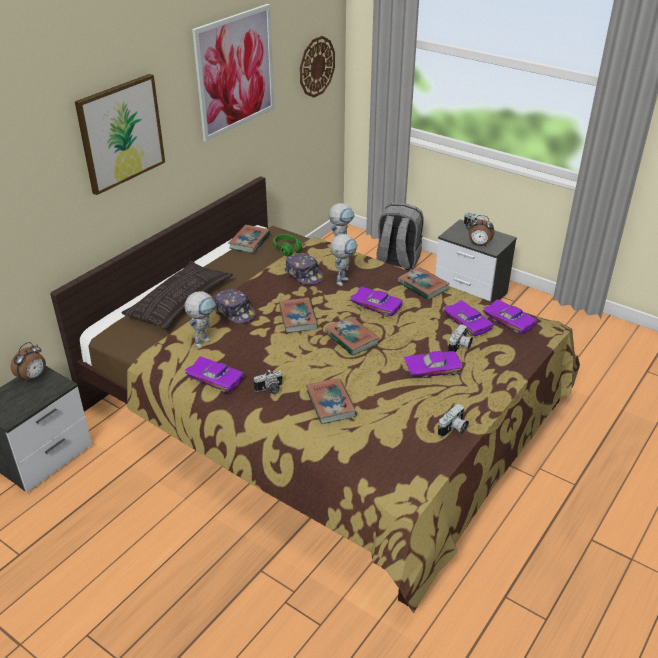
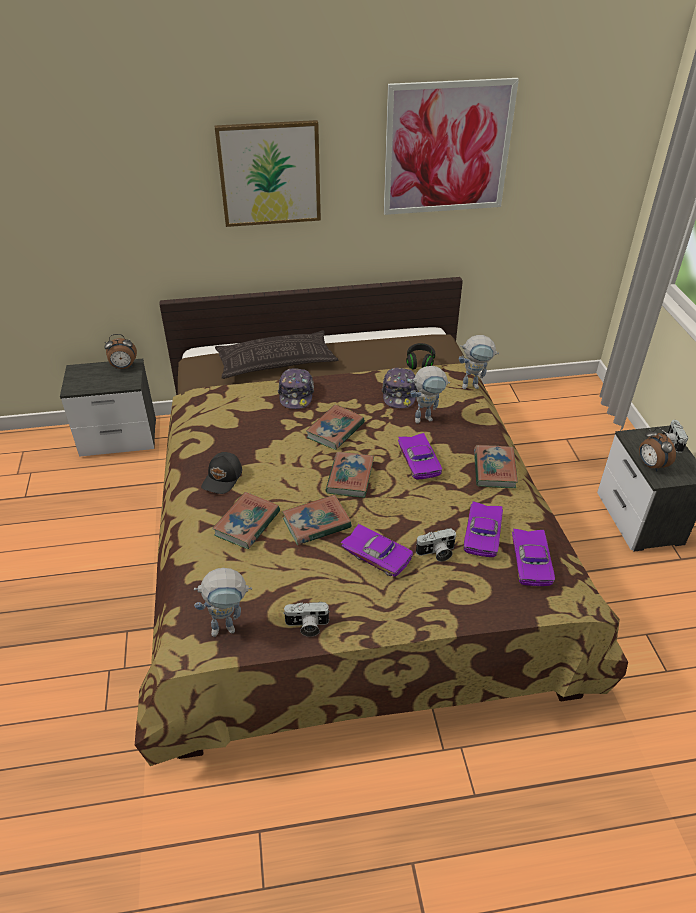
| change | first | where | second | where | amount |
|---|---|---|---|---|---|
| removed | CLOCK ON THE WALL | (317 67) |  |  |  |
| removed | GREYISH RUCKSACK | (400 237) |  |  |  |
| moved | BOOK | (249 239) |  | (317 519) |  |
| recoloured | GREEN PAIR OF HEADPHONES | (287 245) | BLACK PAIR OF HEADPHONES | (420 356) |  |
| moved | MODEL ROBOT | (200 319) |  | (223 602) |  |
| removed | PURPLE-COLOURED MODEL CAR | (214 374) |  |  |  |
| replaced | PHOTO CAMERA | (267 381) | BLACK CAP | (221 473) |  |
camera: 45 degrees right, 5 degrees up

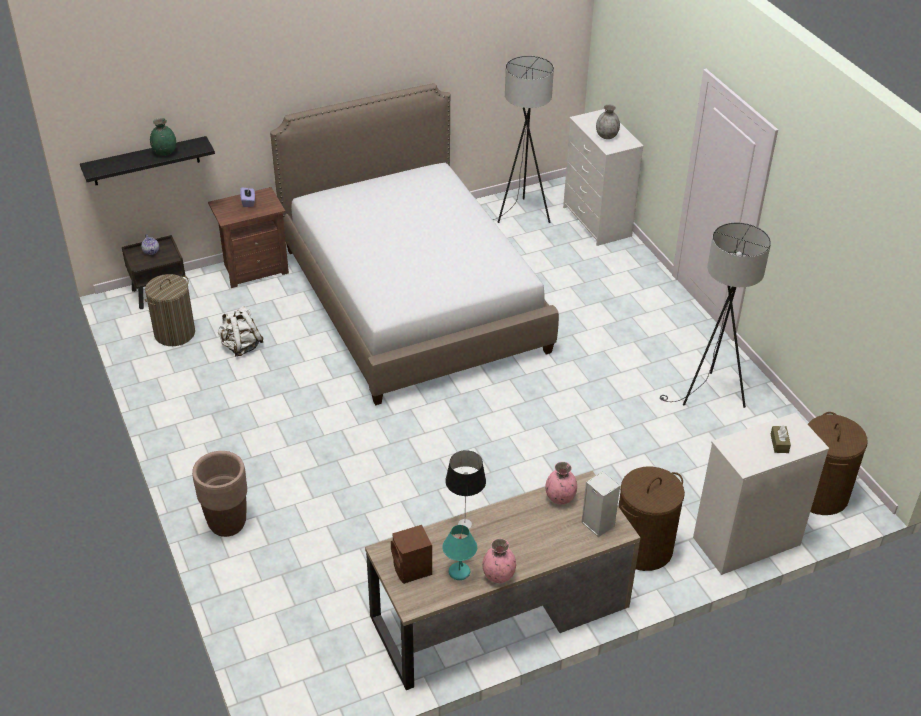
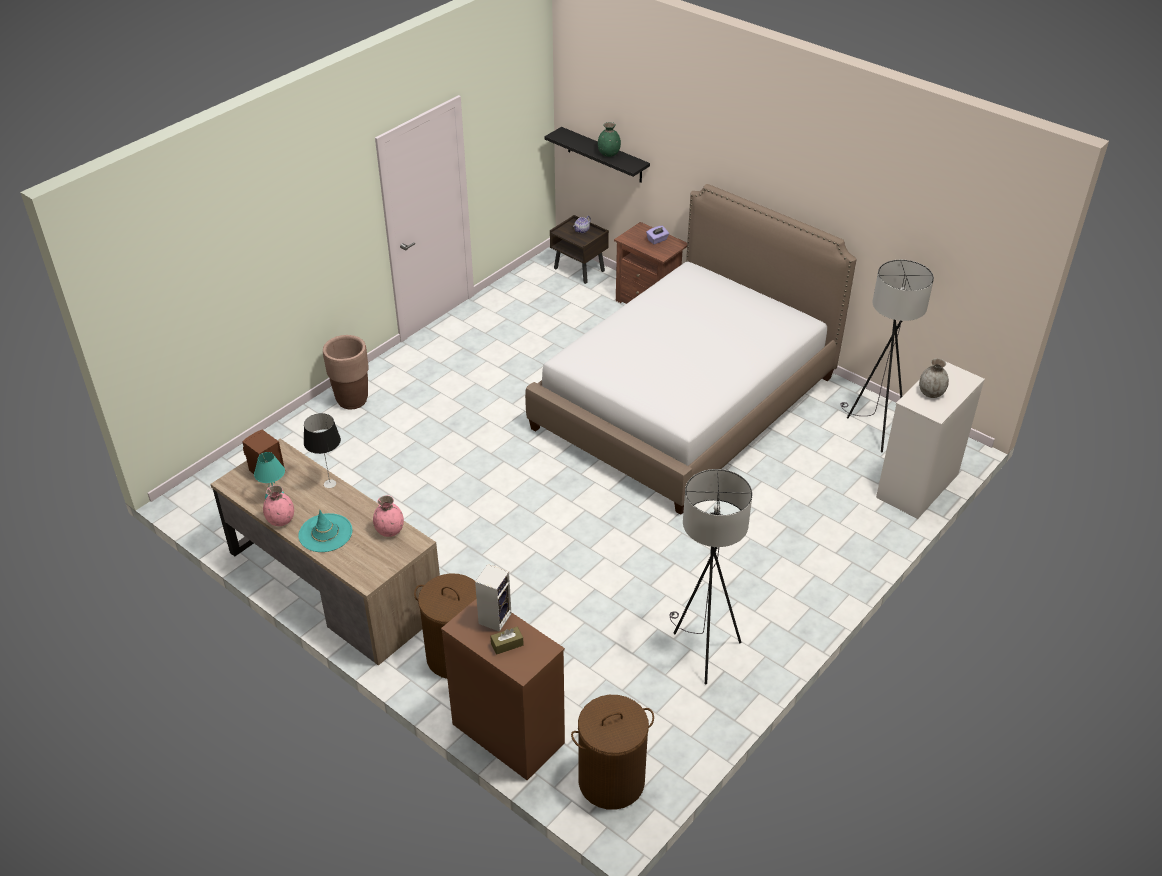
| change | first | where | second | where | amount |
|---|---|---|---|---|---|
| removed | LAUNDRY BASKET | (170 310) |  |  |  |
| removed | WHITISH RUCKSACK | (240 331) |  |  |  |
| recoloured | WHITISH DRAWER CHEST | (761 493) | BROWN-COLOURED DRAWER CHEST | (503 689) |  |
| moved | LOUDSPEAKER | (600 504) |  | (493 598) |  |
| added |  |  | BLUE-GREEN WEARABLE HAT | (325 531) |  |
camera: 65 degrees right, 0 degrees up

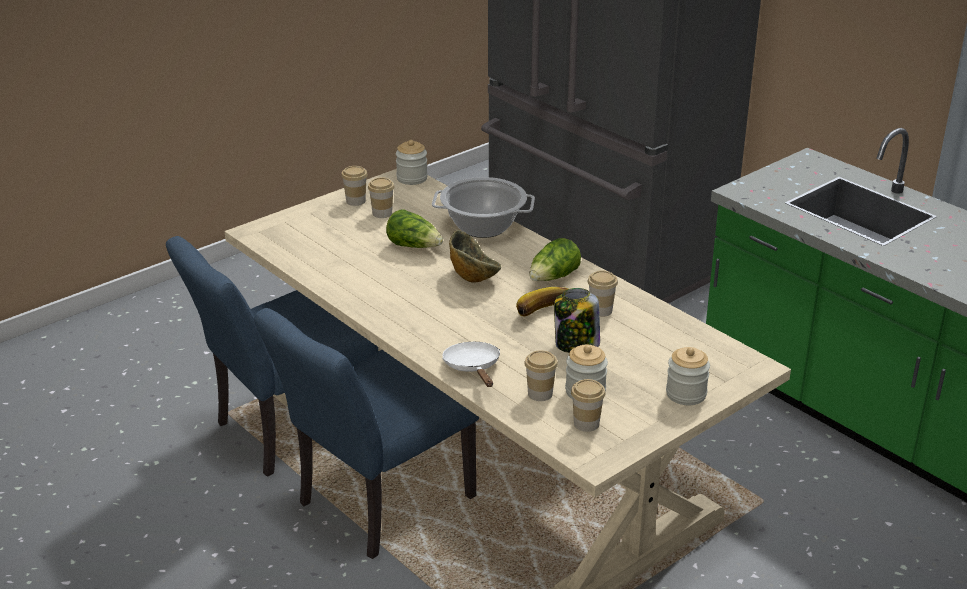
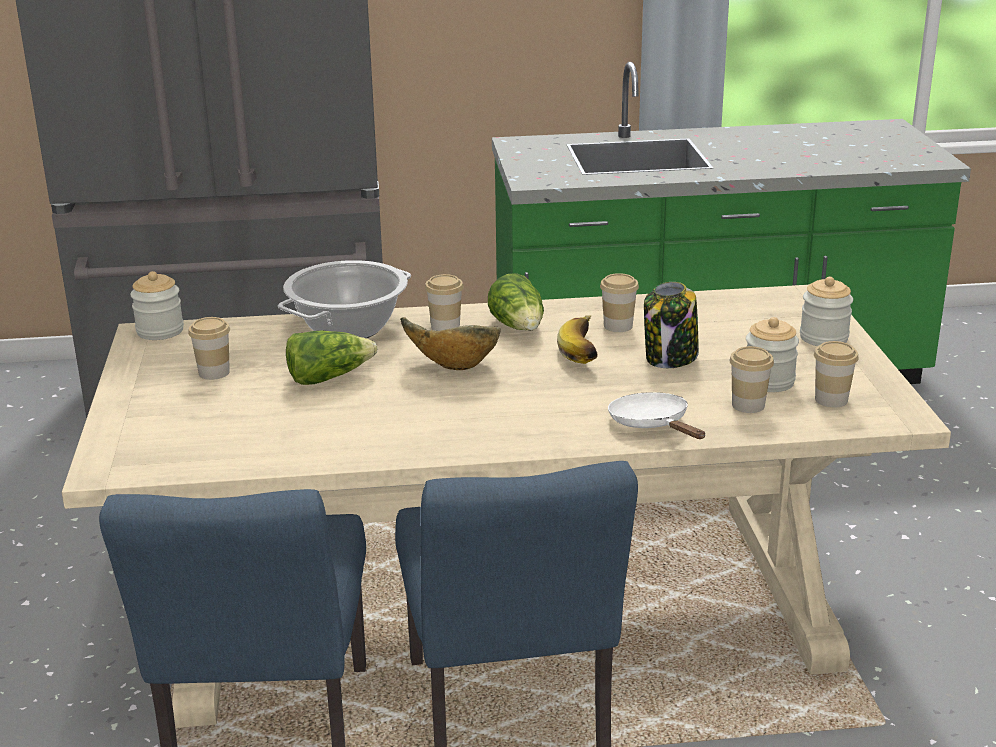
| change | first | where | second | where | amount |
|---|---|---|---|---|---|
| moved | DRINKING CUP | (354 186) |  | (444 302) |  |
| turned | WHITISH SKILLET | (471 364) |  | (656 415) | 45 degrees clockwise |
camera: 55 degrees left, 5 degrees down

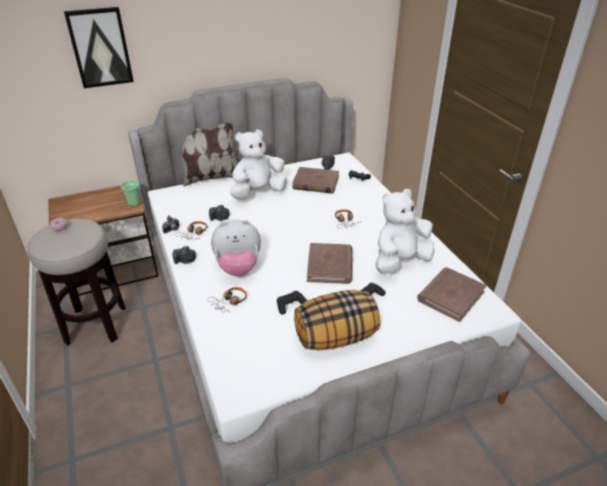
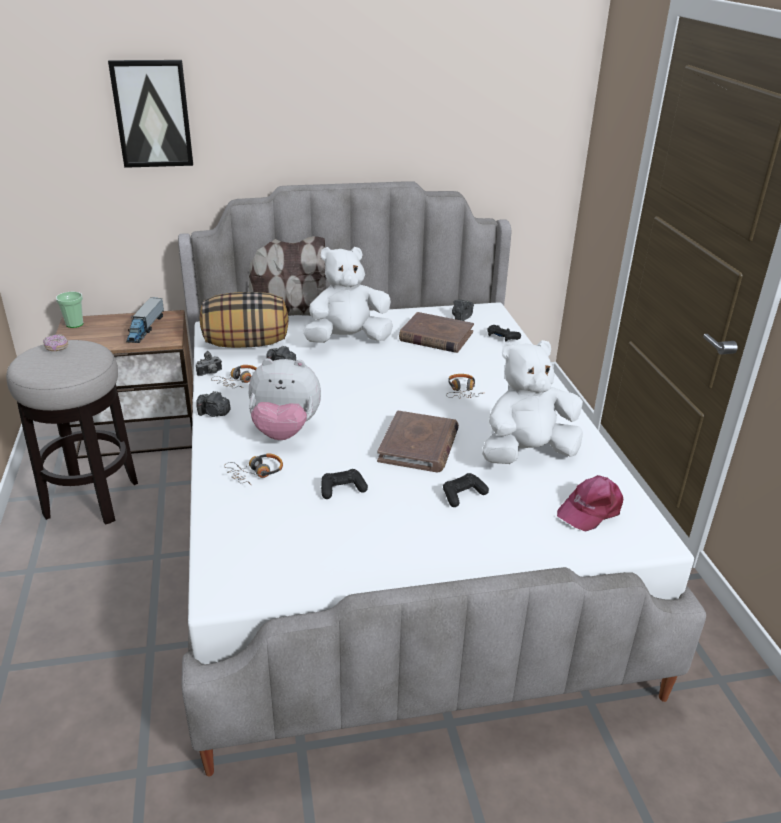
| change | first | where | second | where | amount |
|---|---|---|---|---|---|
| moved | DRINKING CUP | (130 193) |  | (70 310) |  |
| replaced | BROWN-COLOURED BOOK | (451 294) | PINKISH CAP | (590 503) |  |
| moved | CUSHION | (337 320) |  | (244 320) |  |
| added |  |  | MODEL TRUCK | (145 320) |  |
camera: 10 degrees right, 5 degrees down

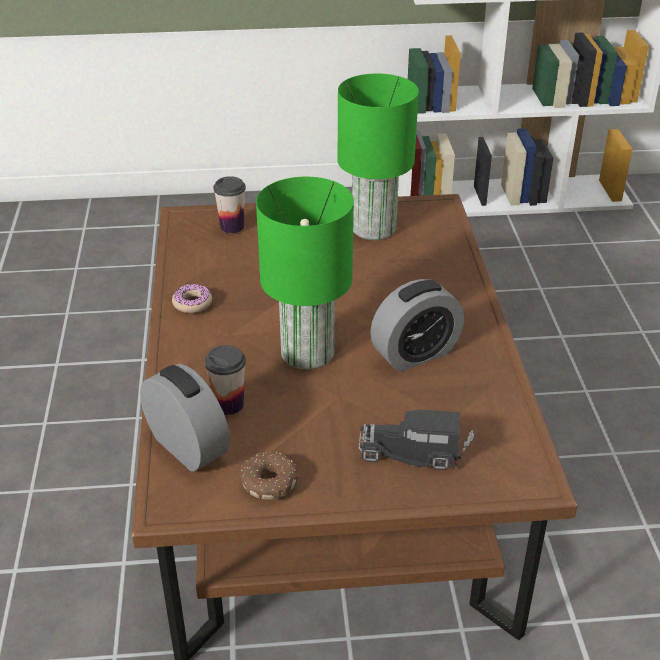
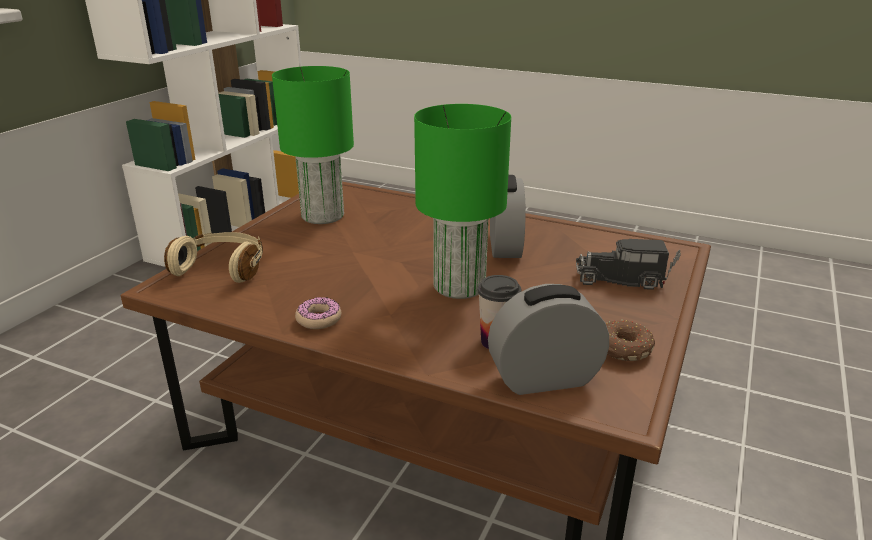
| change | first | where | second | where | amount |
|---|---|---|---|---|---|
| replaced | DRINKING CUP | (229 204) | BEIGE-COLOURED PAIR OF HEADPHONES | (213 257) |  |
| turned | MODEL TRUCK | (417 439) |  | (628 264) | 60 degrees clockwise |
camera: 60 degrees left, 10 degrees down

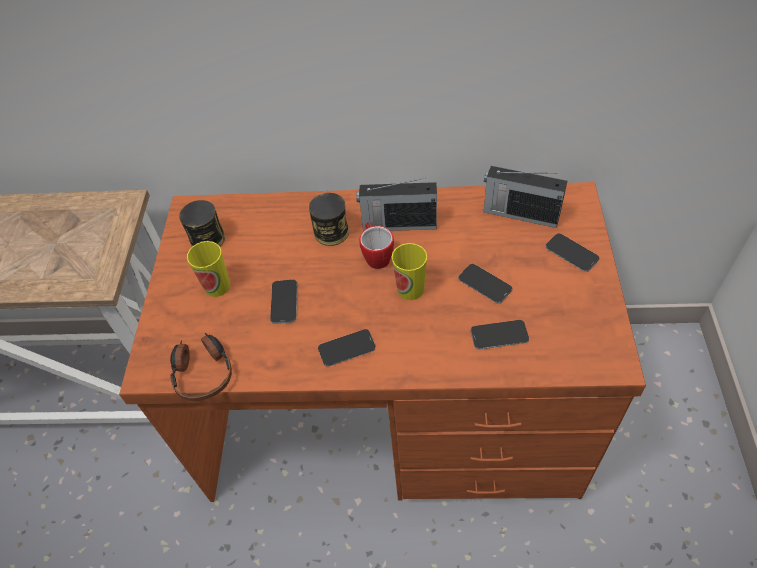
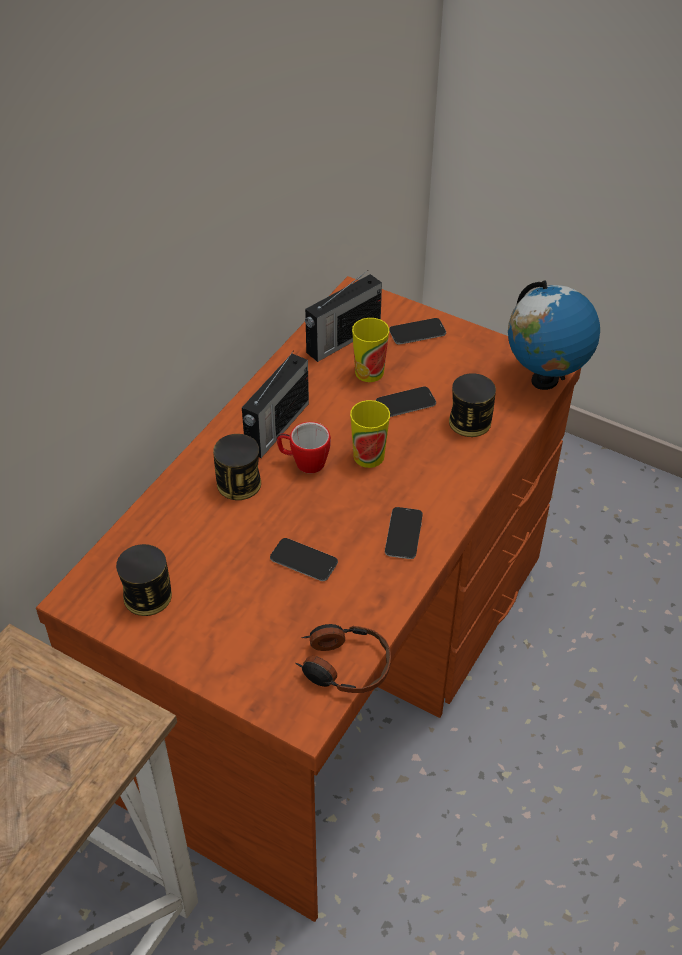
| change | first | where | second | where | amount |
|---|---|---|---|---|---|
| moved | DRINKING CUP | (208 269) |  | (370 350) |  |
| replaced | PHONE | (500 335) | SEALED CAN | (472 405) |  |
| added |  |  | DESK GLOBE | (554 335) |  |
camera: 65 degrees left, 5 degrees down

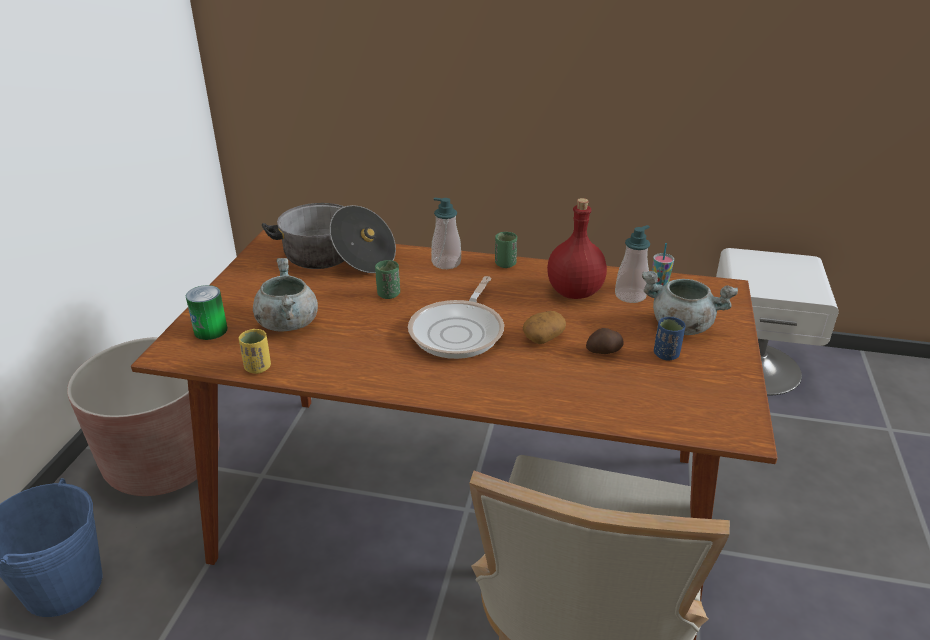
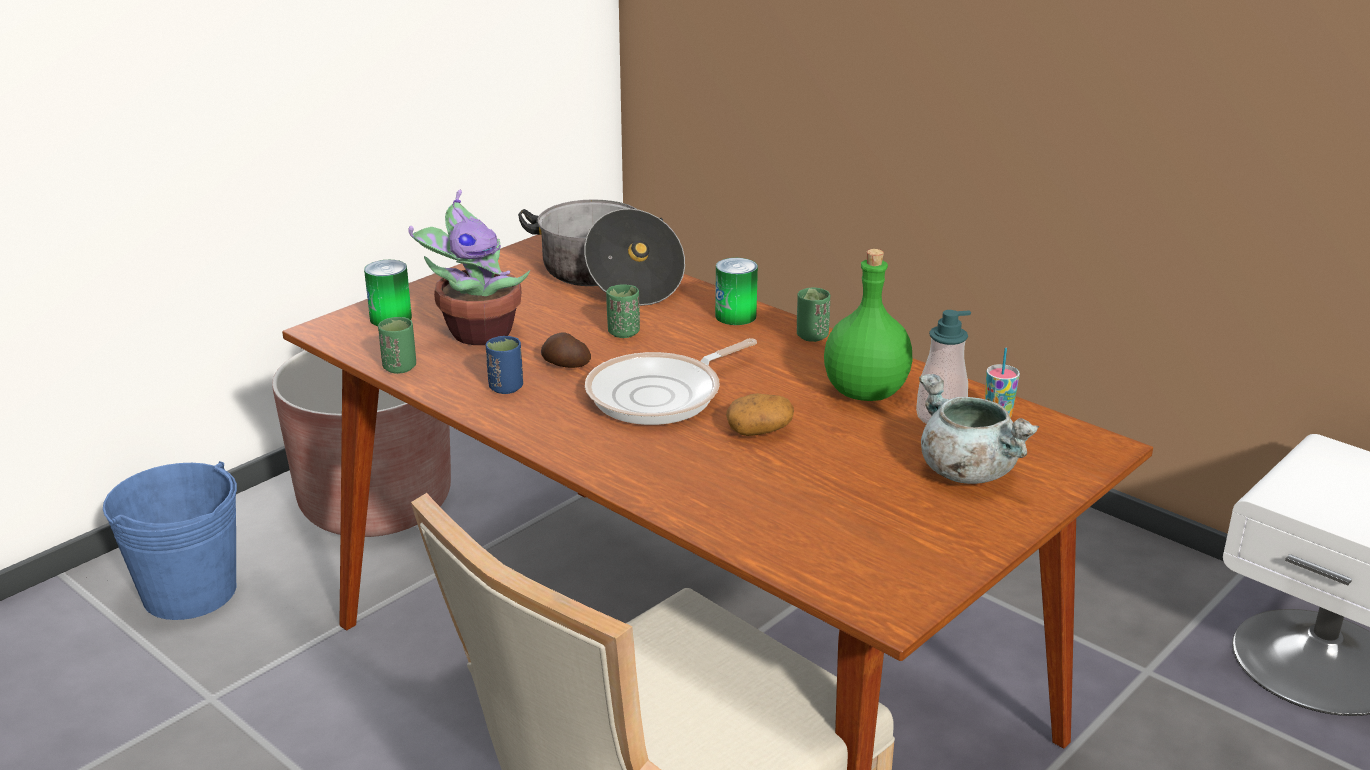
| change | first | where | second | where | amount |
|---|---|---|---|---|---|
| replaced | LIQUID SOAP BOTTLE | (446 233) | SEALED CAN | (736 291) |  |
| recoloured | RED BOTTLE | (577 248) | GREEN BOTTLE | (868 325) |  |
| replaced | GREYISH COOKING POT | (285 294) | PLANT IN A POT | (469 267) |  |
| moved | BLUE-COLOURED DRINKING CUP | (669 338) |  | (504 365) |  |
| moved | POTATO | (605 341) |  | (566 350) |  |
| recoloured | YELLOW-COLOURED DRINKING CUP | (255 351) | GREEN DRINKING CUP | (397 345) |  |
camera: 30 degrees right, 5 degrees down

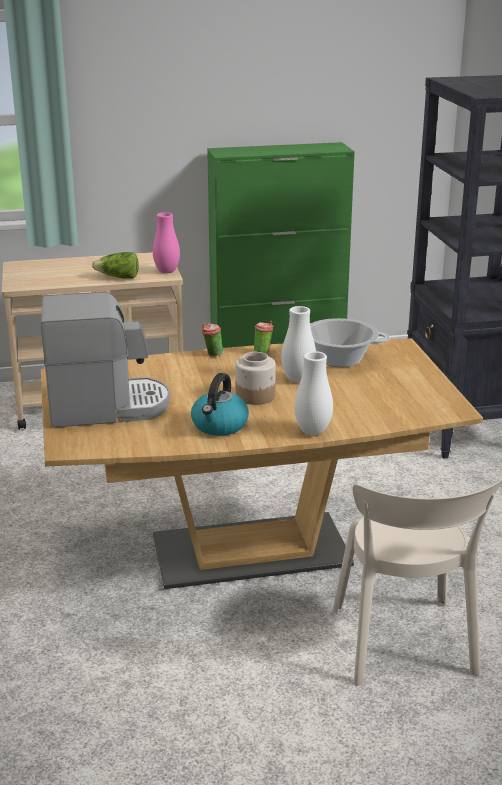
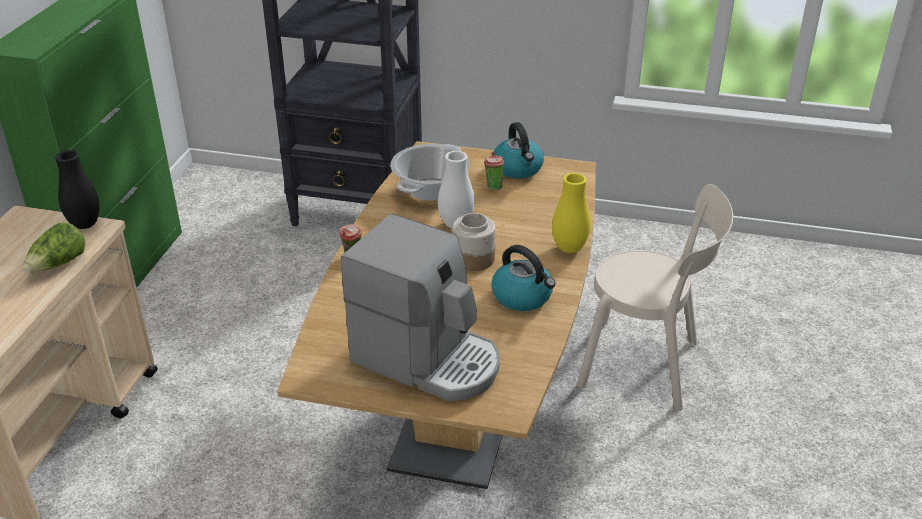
| change | first | where | second | where | amount |
|---|---|---|---|---|---|
| recoloured | PINKISH DECORATIVE VASE | (166 242) | BLACK DECORATIVE VASE | (77 189) |  |
| turned | COFFEE BREWER | (105 360) |  | (420 308) | 105 degrees clockwise |
| moved | DRINKING CUP | (264 337) |  | (494 171) |  |
| recoloured | WHITISH DECORATIVE VASE | (313 393) | YELLOW-COLOURED DECORATIVE VASE | (571 213) |  |
| added |  |  | TEA KETTLE | (519 150) |  |
camera: 65 degrees left, 10 degrees up

